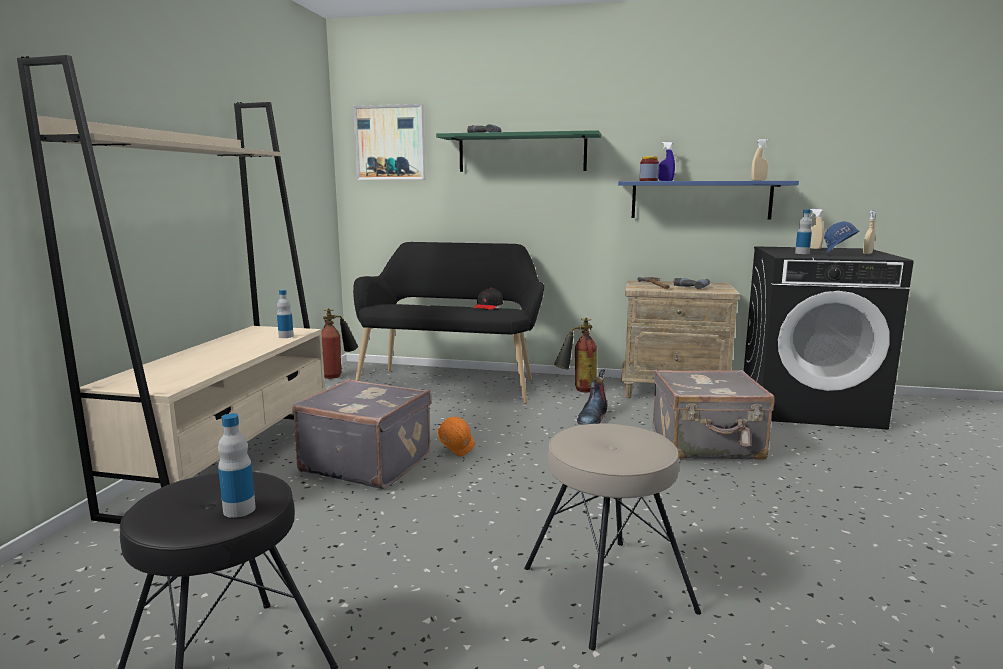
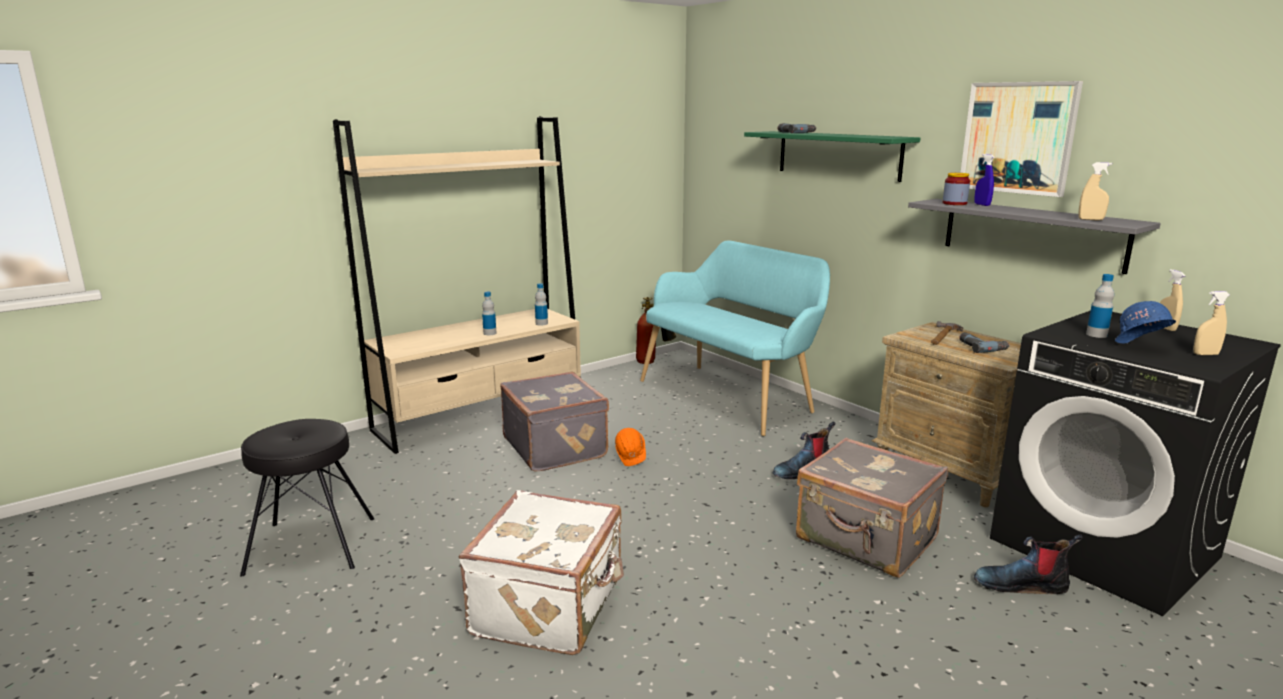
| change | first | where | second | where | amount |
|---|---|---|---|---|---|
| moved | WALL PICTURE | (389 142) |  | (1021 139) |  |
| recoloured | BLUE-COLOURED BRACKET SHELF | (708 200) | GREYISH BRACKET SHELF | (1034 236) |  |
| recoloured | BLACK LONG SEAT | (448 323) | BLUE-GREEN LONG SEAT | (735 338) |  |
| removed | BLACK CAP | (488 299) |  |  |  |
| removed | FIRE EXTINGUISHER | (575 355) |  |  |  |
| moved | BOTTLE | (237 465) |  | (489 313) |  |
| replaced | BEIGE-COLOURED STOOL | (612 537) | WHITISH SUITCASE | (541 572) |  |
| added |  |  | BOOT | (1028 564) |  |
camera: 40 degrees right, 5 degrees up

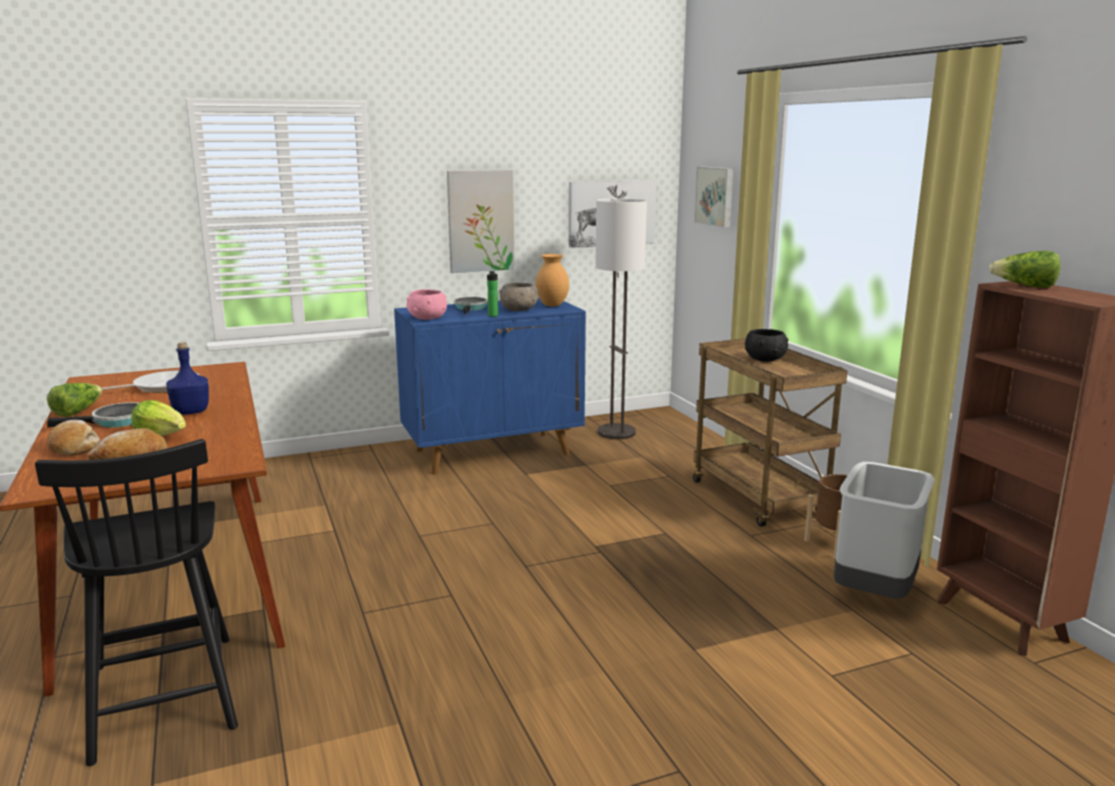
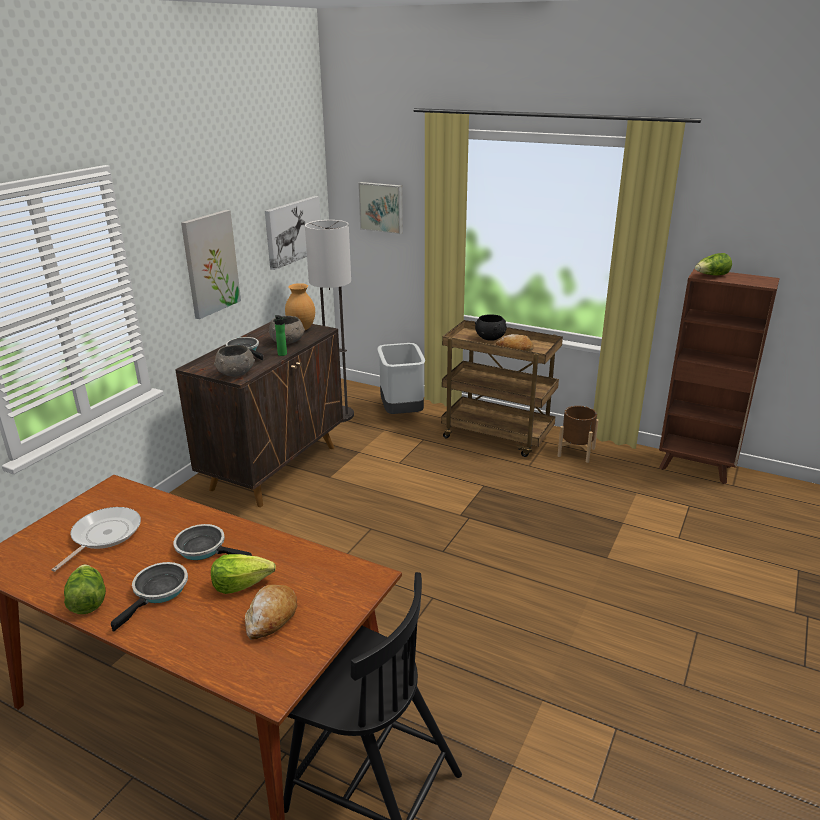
| change | first | where | second | where | amount |
|---|---|---|---|---|---|
| recoloured | PINKISH SERVING BOWL | (426 304) | GREYISH SERVING BOWL | (234 361) |  |
| recoloured | BLUE-COLOURED CUPBOARD | (490 386) | BROWN-COLOURED CUPBOARD | (259 414) |  |
| replaced | BLUE-COLOURED BOTTLE | (187 378) | SKILLET | (213 542) |  |
| moved | BAKERY BREAD | (73 437) |  | (515 342) |  |
| moved | GREYISH WASTE BIN | (884 530) |  | (401 378) |  |
camera: 40 degrees left, 10 degrees up

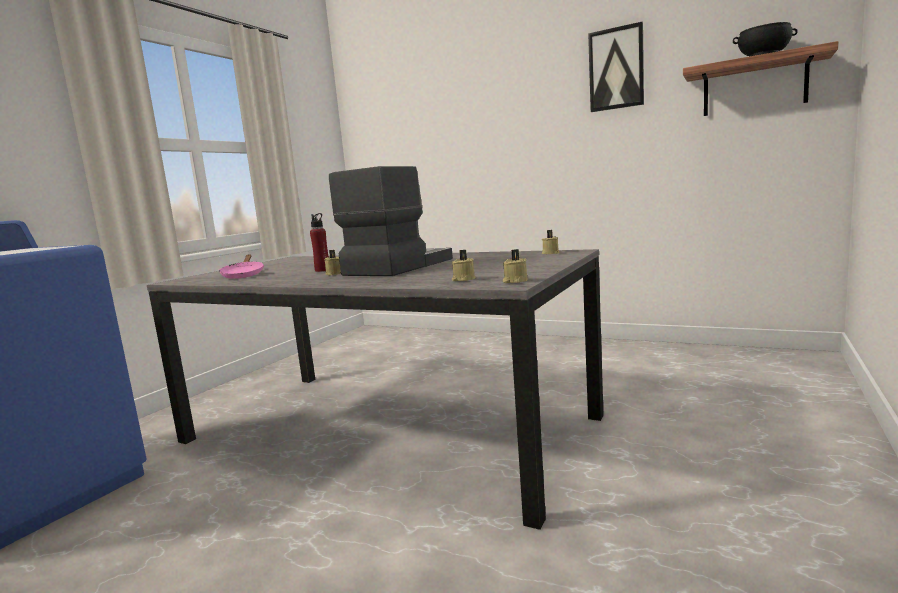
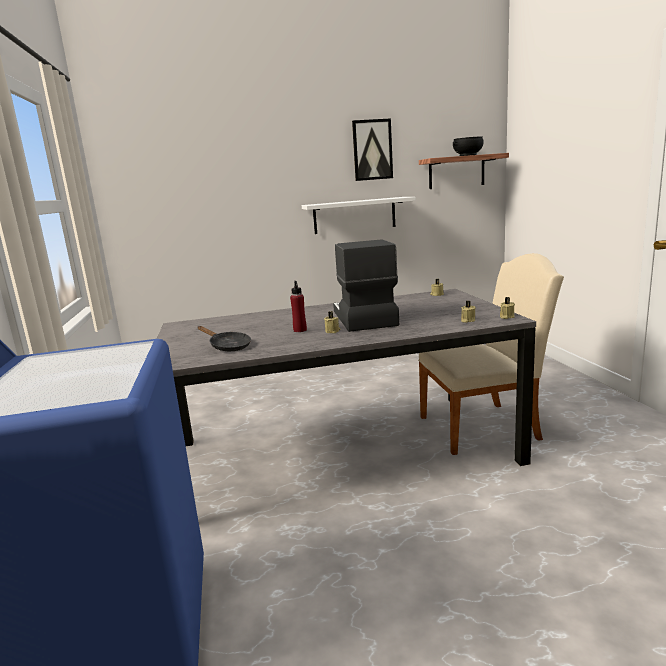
| change | first | where | second | where | amount |
|---|---|---|---|---|---|
| recoloured | PINKISH SKILLET | (241 266) | BLACK SKILLET | (224 338) |  |
| added |  |  | WHITISH BRACKET SHELF | (359 215) |  |
| added |  |  | BEIGE-COLOURED CHAIR | (491 354) |  |
camera: 40 degrees left, 5 degrees up

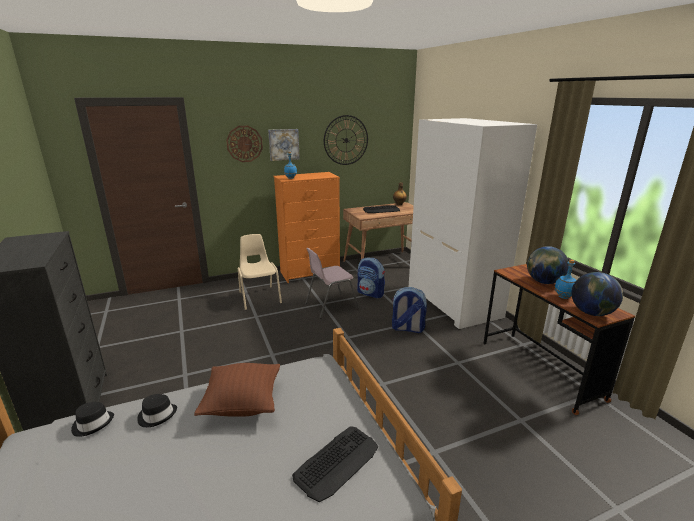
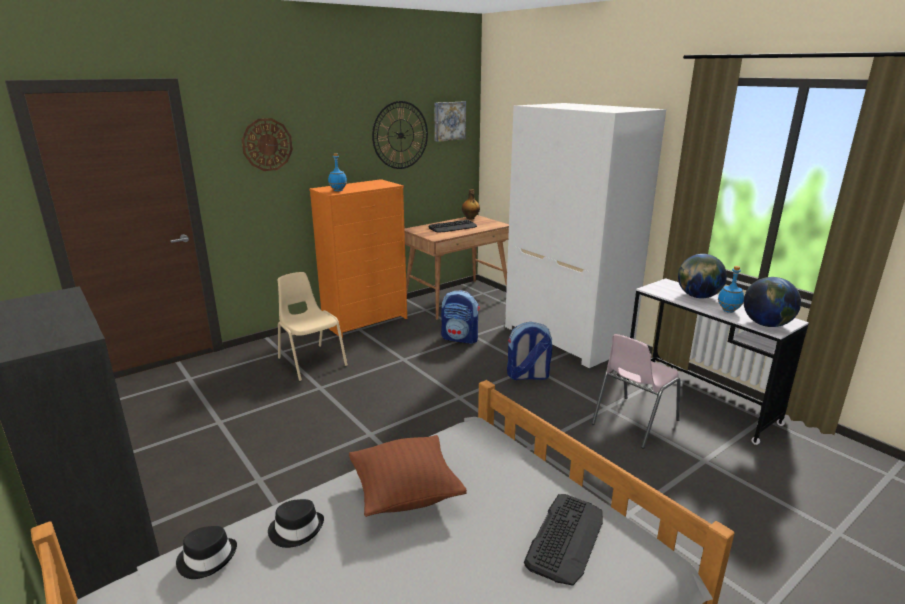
| change | first | where | second | where | amount |
|---|---|---|---|---|---|
| moved | WALL PICTURE | (284 145) |  | (450 121) |  |
| moved | PINKISH CHAIR | (332 283) |  | (636 391) |  |
| recoloured | BROWN-COLOURED DESK | (559 339) | WHITISH DESK | (718 361) |  |
camera: 15 degrees left, 0 degrees up

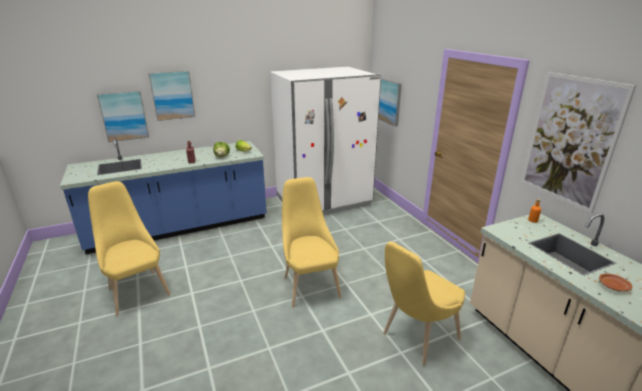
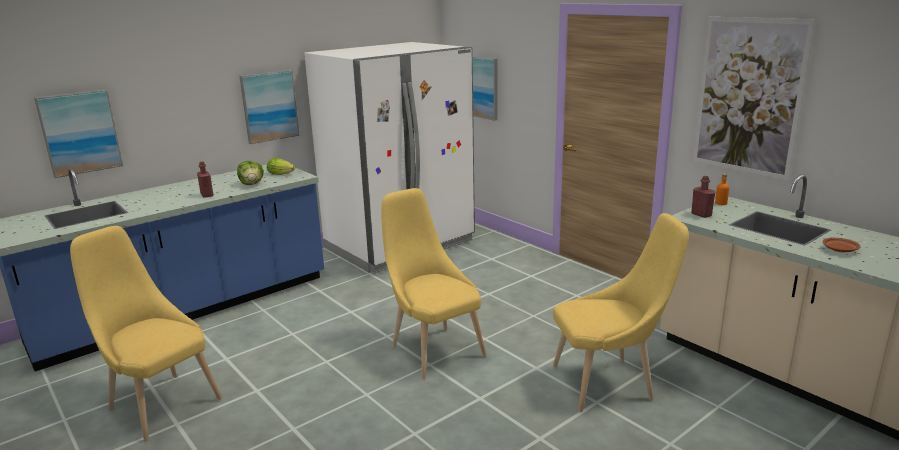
| change | first | where | second | where | amount |
|---|---|---|---|---|---|
| moved | WALL PICTURE | (171 95) |  | (269 107) |  |
| turned | YELLOW-COLOURED CHAIR | (424 304) |  | (621 312) | 135 degrees counterclockwise |
| added |  |  | RED BOTTLE | (703 197) |  |
camera: 15 degrees left, 5 degrees down

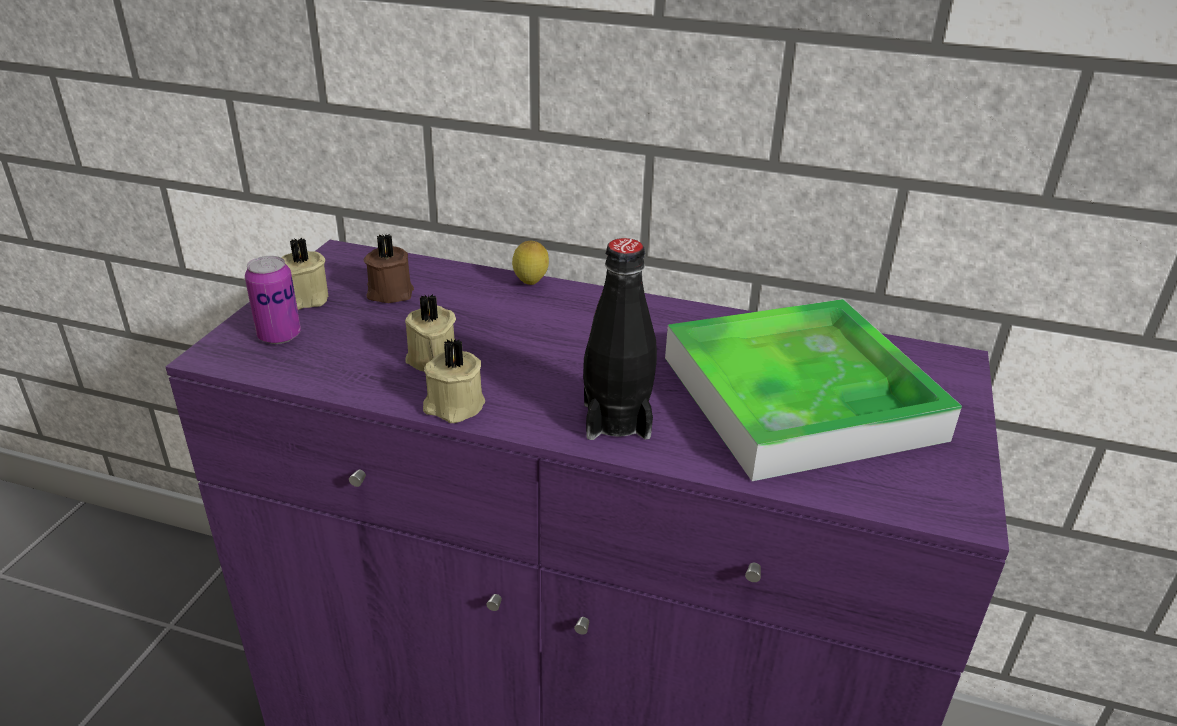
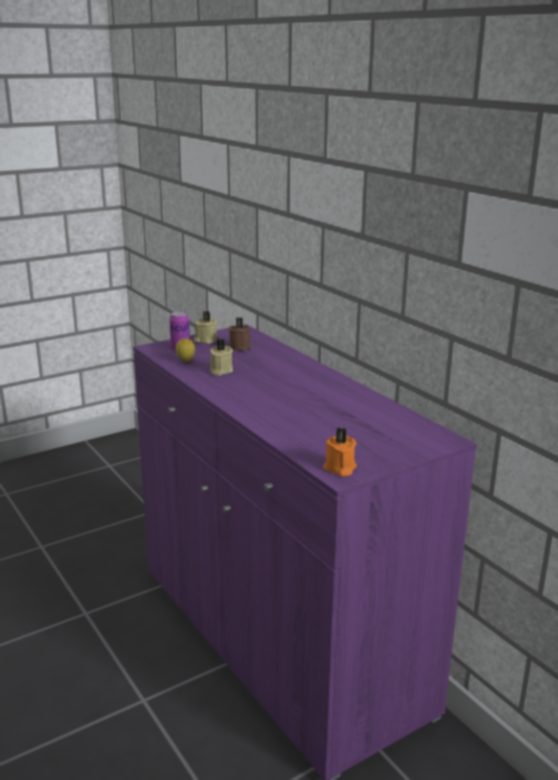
| change | first | where | second | where | amount |
|---|---|---|---|---|---|
| removed | BLACK BOTTLE | (620 339) |  |  |  |
| moved | CITRUS FRUIT | (530 263) |  | (185 350) |  |
| removed | SERVING TRAY | (813 390) |  |  |  |
| removed | BEIGE-COLOURED WAX CANDLE | (454 380) |  |  |  |
| added |  |  | ORANGE WAX CANDLE | (340 451) |  |
camera: 40 degrees right, 10 degrees down

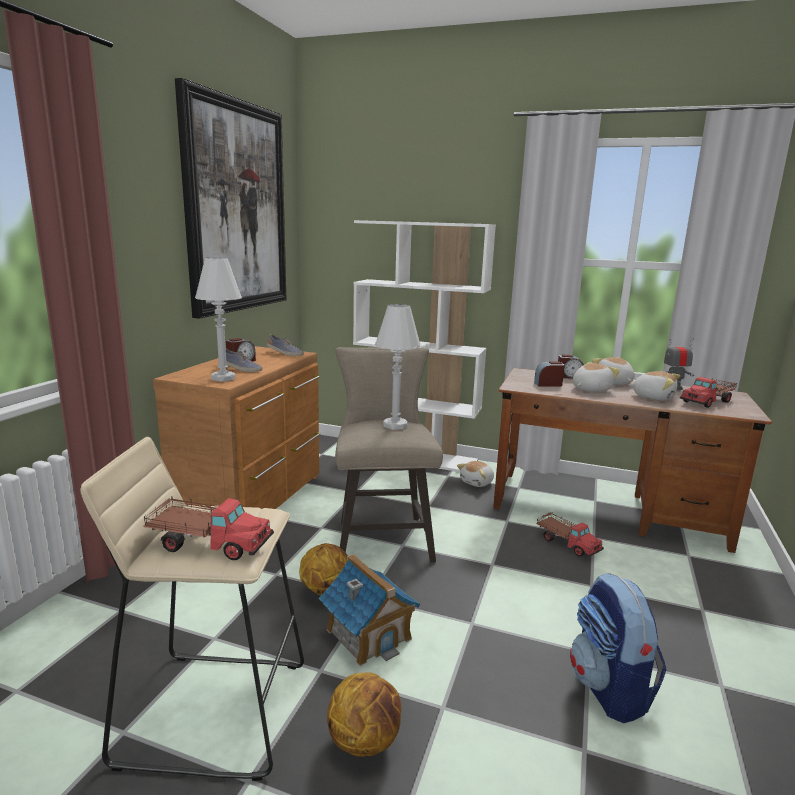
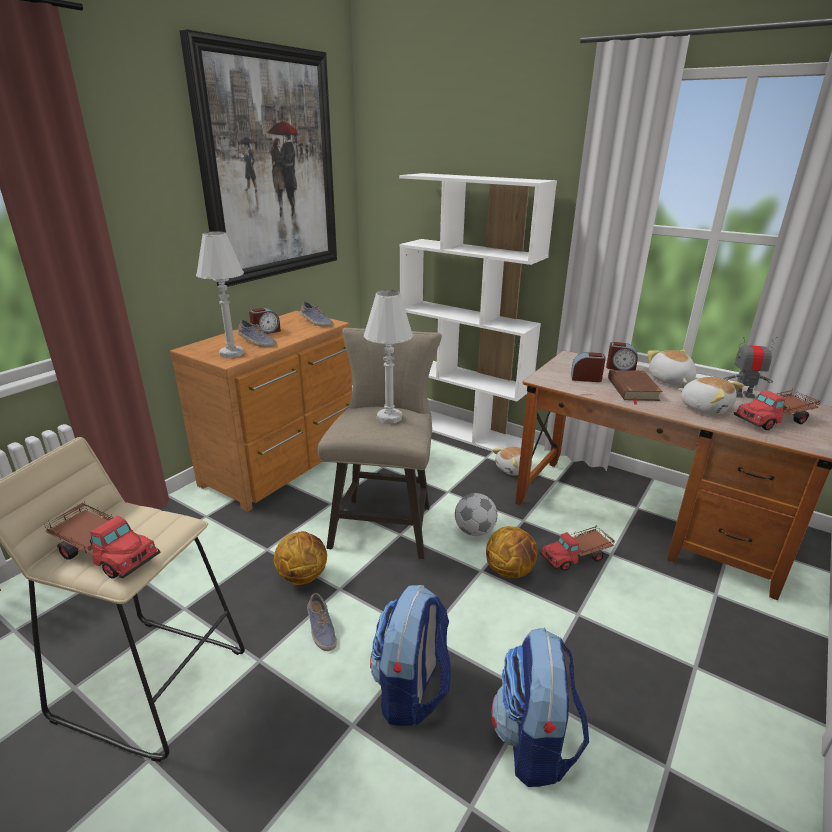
| change | first | where | second | where | amount |
|---|---|---|---|---|---|
| replaced | SOFT TOY | (596 377) | BROWN-COLOURED BOOK | (635 387) |  |
| turned | MODEL TRUCK | (570 534) |  | (577 548) | 90 degrees clockwise |
| replaced | TOY HOUSE | (369 610) | ITEM OF FOOTWEAR | (322 622) |  |
| moved | BASKETBALL | (364 714) |  | (512 552) |  |
| added |  |  | BALL FOR FOOTBALL | (476 514) |  |
| added |  |  | RUCKSACK | (410 655) |  |
camera: 15 degrees right, 10 degrees up

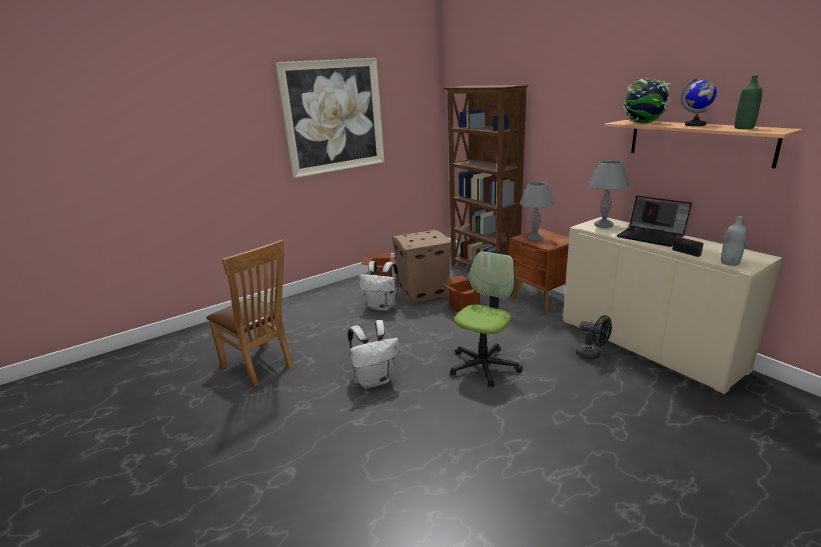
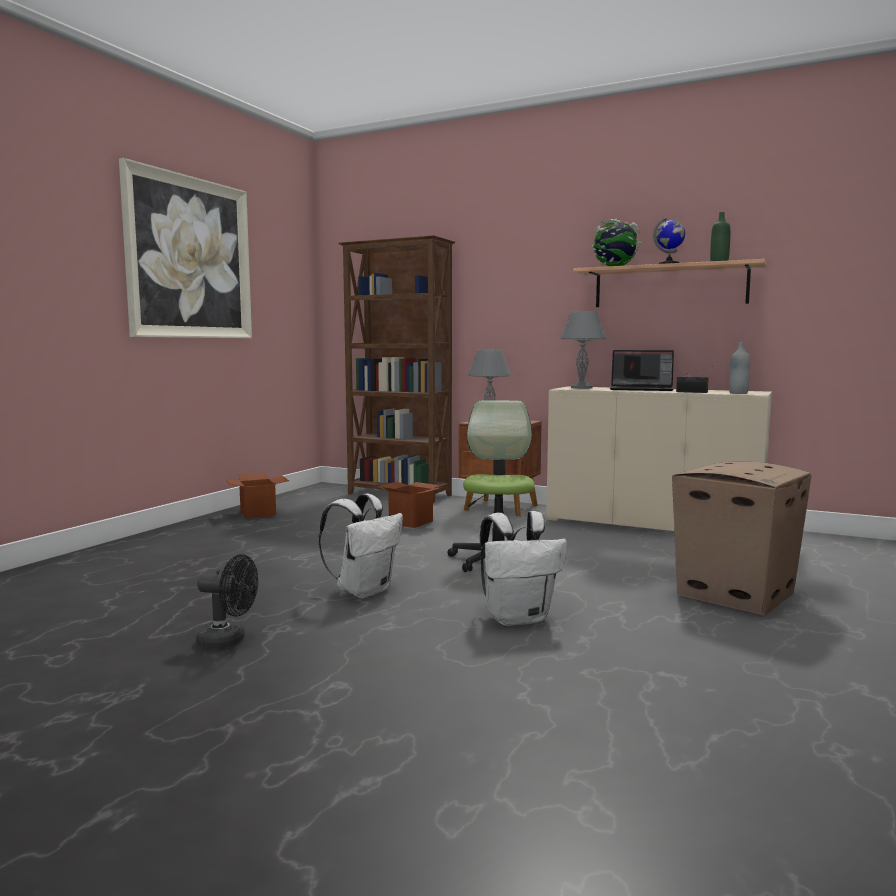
| change | first | where | second | where | amount |
|---|---|---|---|---|---|
| moved | PACKING BOX | (421 267) |  | (742 538) |  |
| removed | BROWN-COLOURED CHAIR | (250 313) |  |  |  |
| moved | WHITISH RUCKSACK | (379 286) |  | (523 568) |  |
| moved | BLACK COOLING FAN | (594 337) |  | (227 601) |  |
camera: 30 degrees left, 15 degrees down

